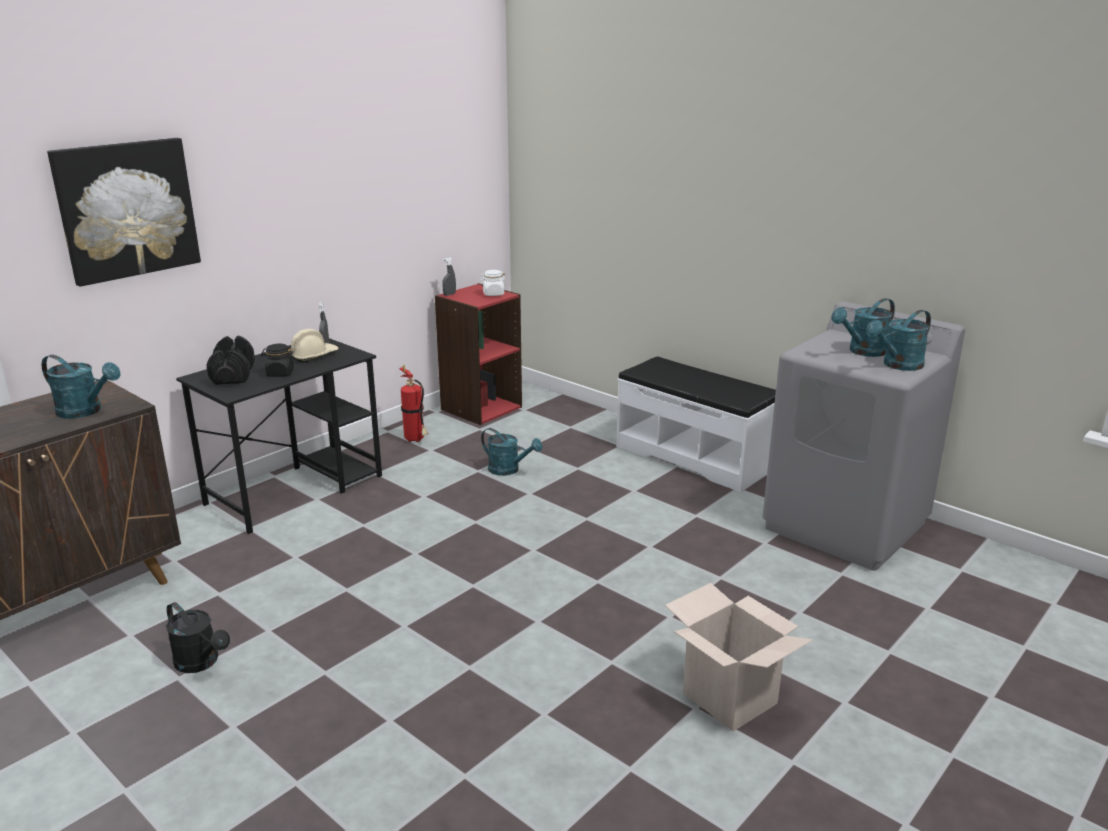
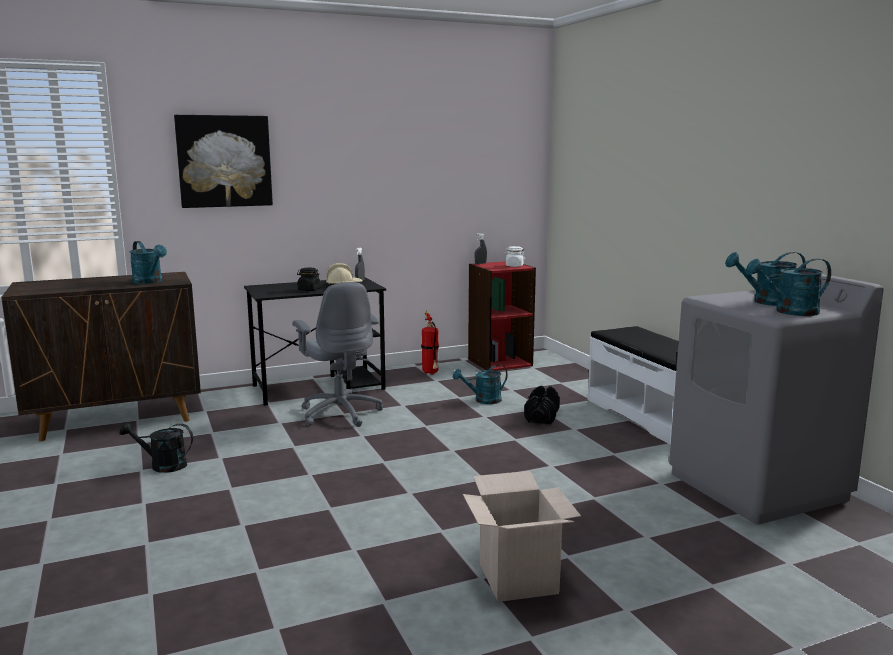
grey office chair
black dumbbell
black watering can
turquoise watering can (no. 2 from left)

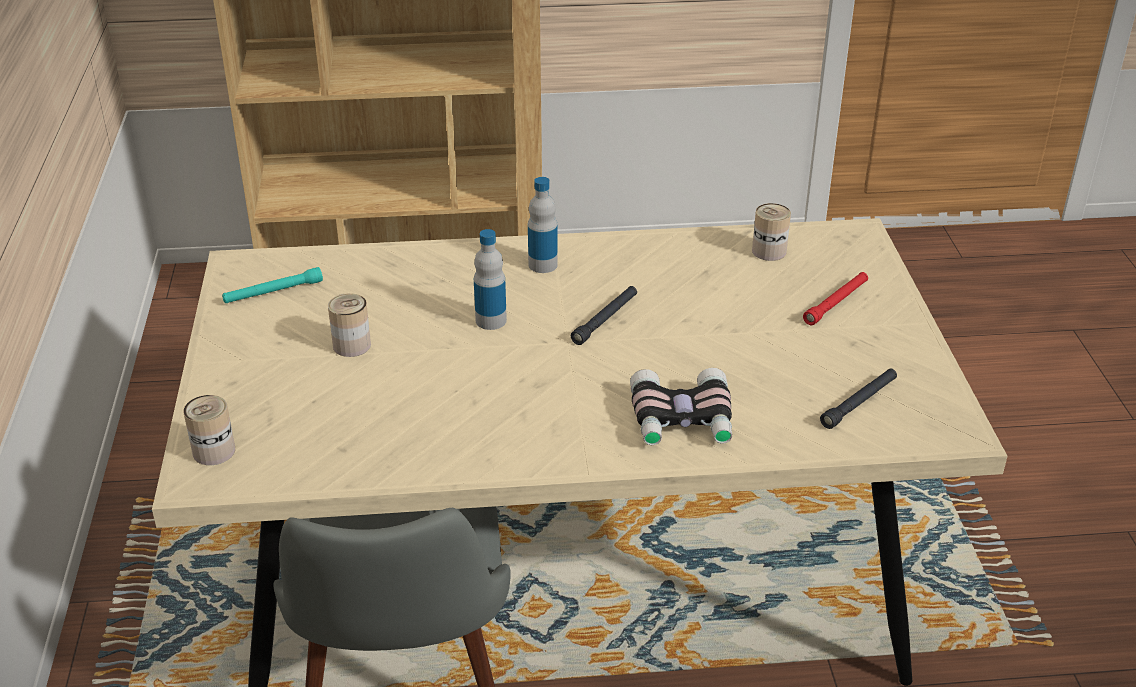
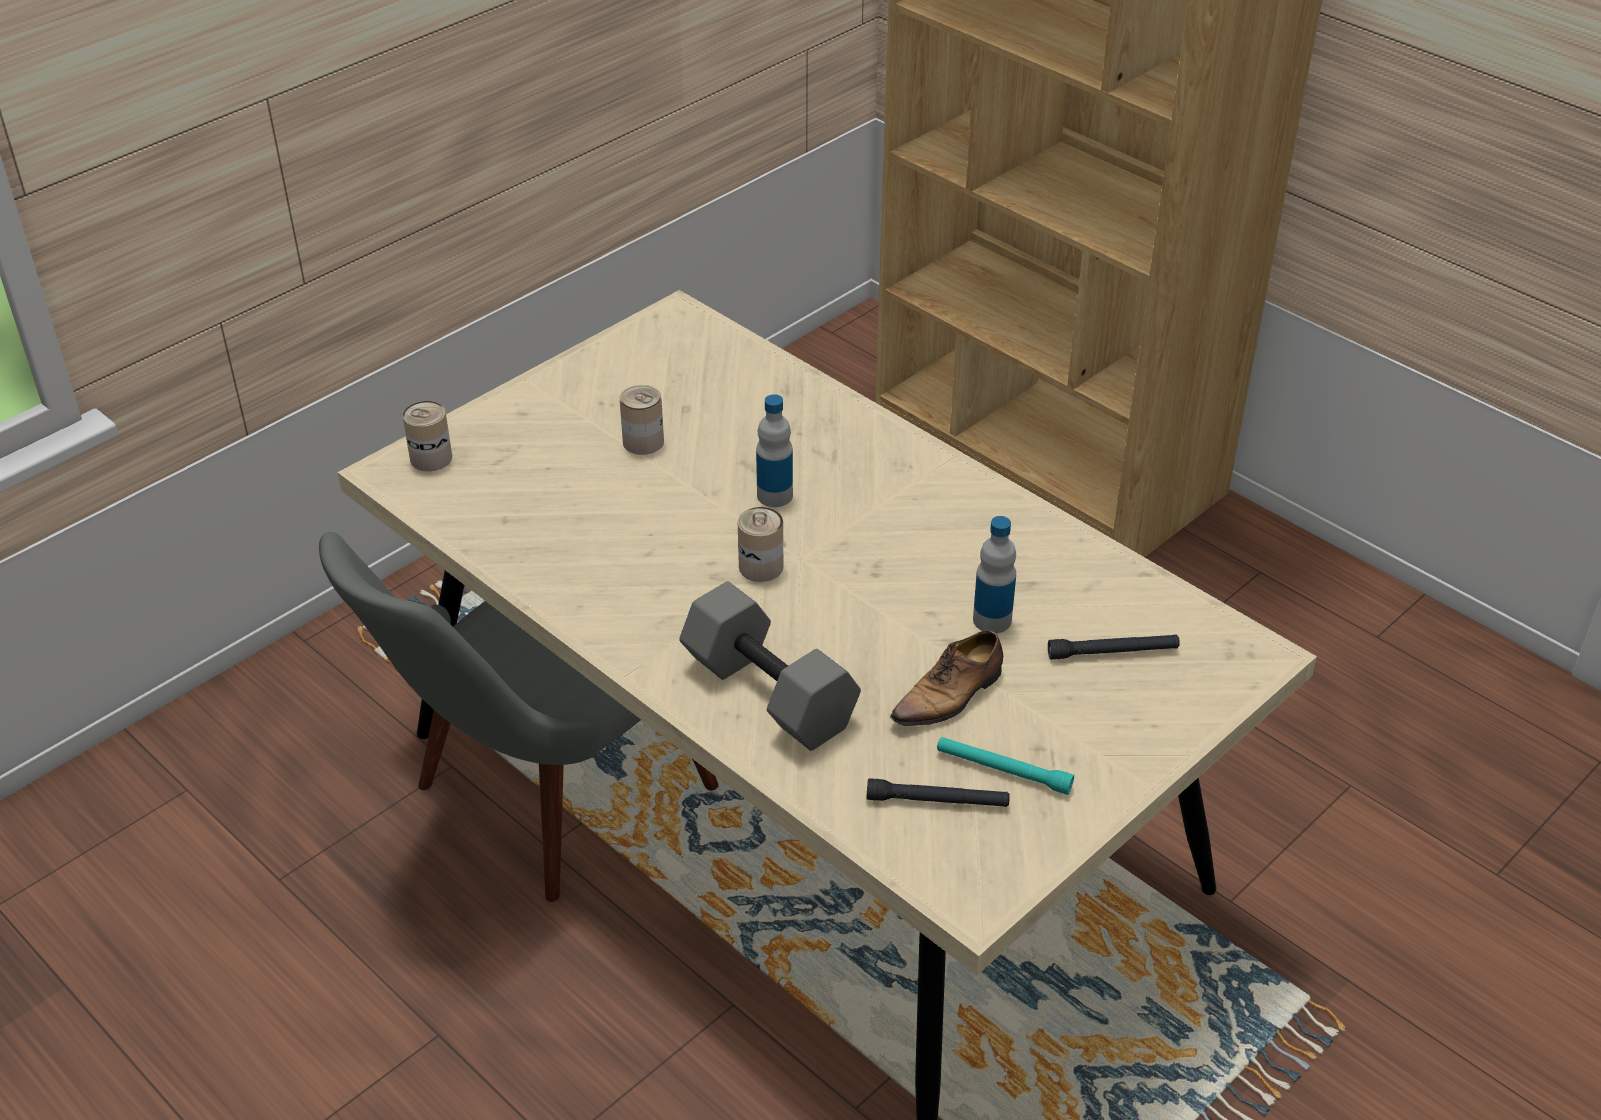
red flashlight
shoe
turquoise flashlight
bottle (no. 2 from left)
black flashlight (no. 2 from left)
can (no. 3 from left)
grey dumbbell

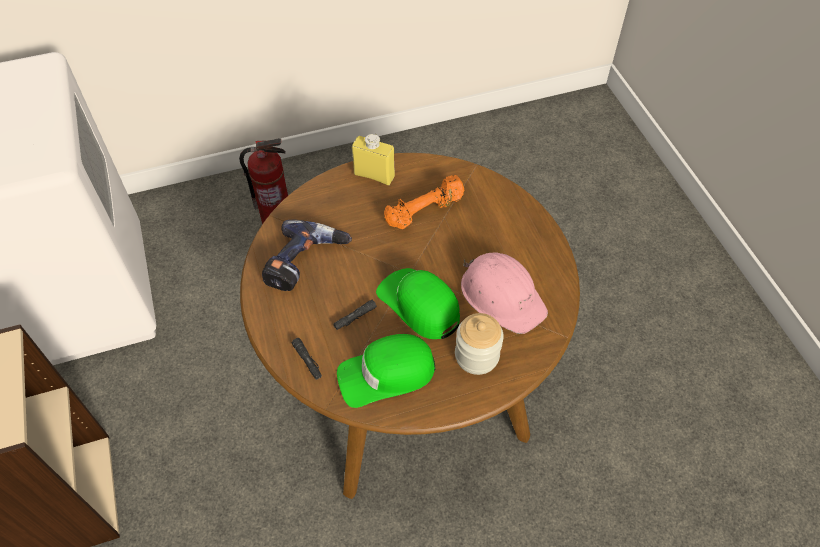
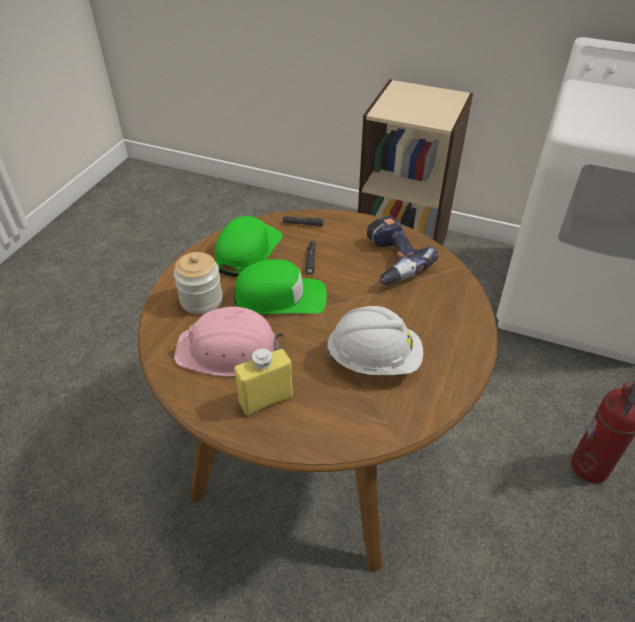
yellow bottle
white hard hat

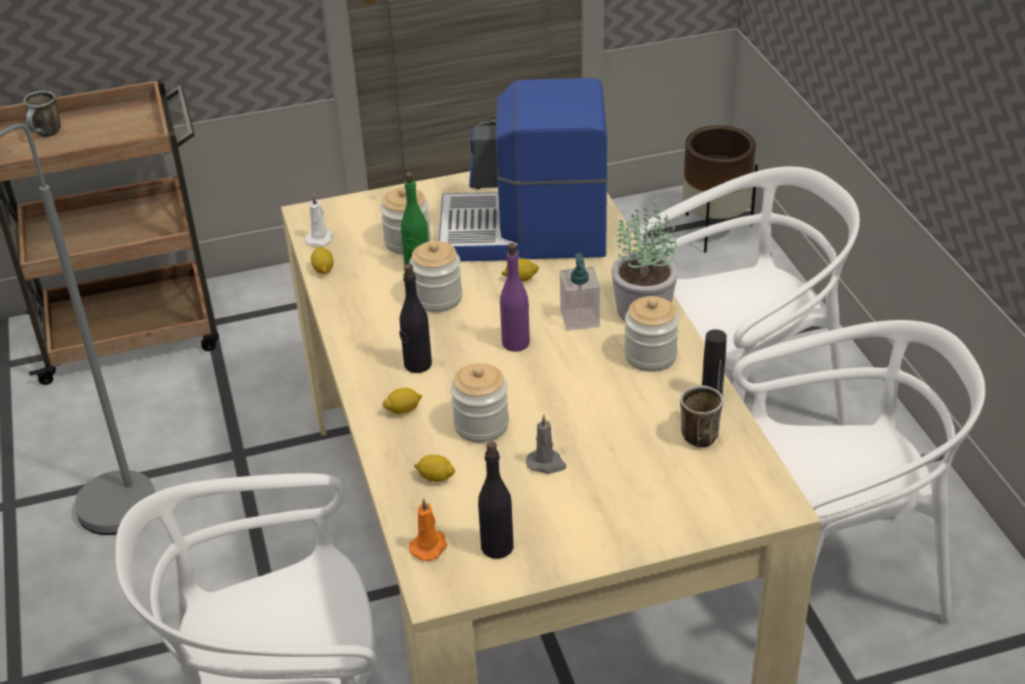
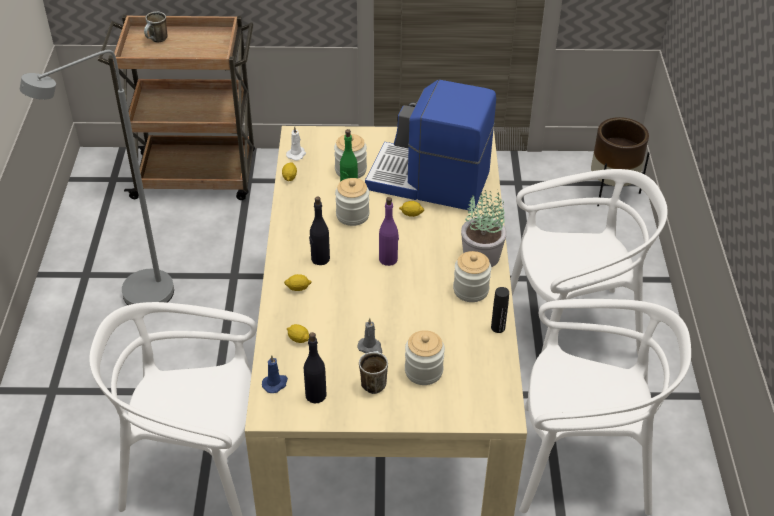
soap dispenser
jar (no. 3 from left)
mug (no. 2 from left)
blue candle

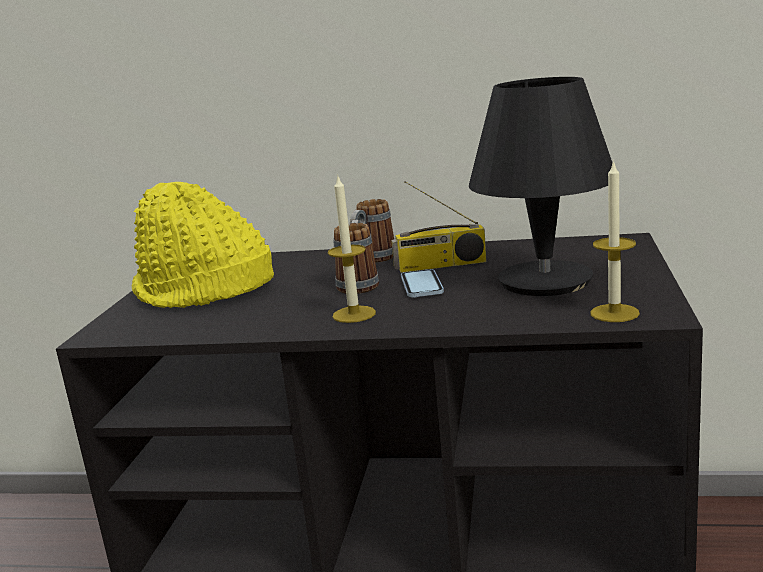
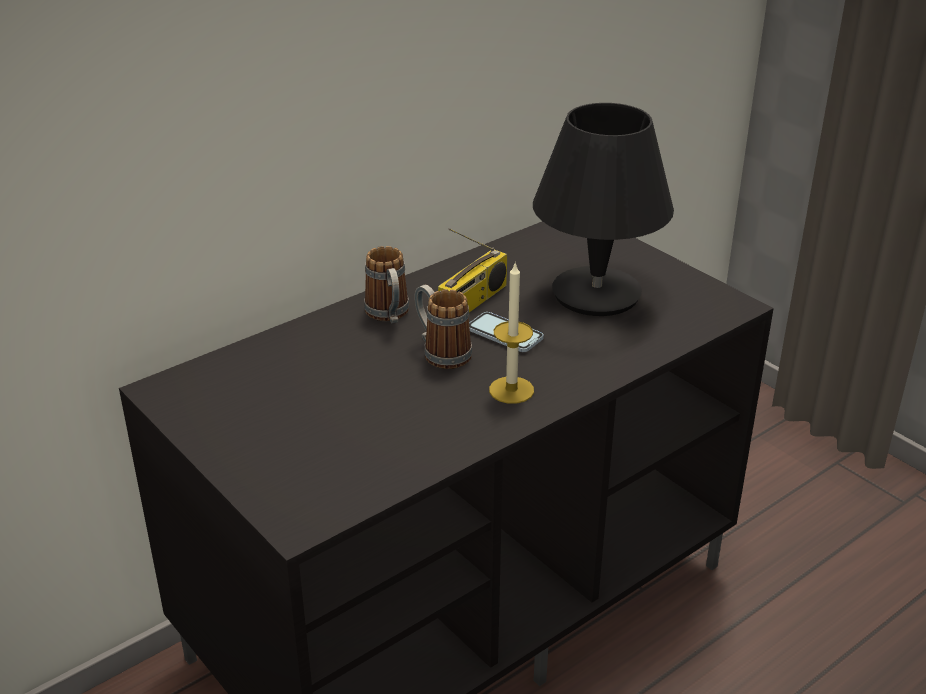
yellow hat
candle (no. 2 from left in the first image)

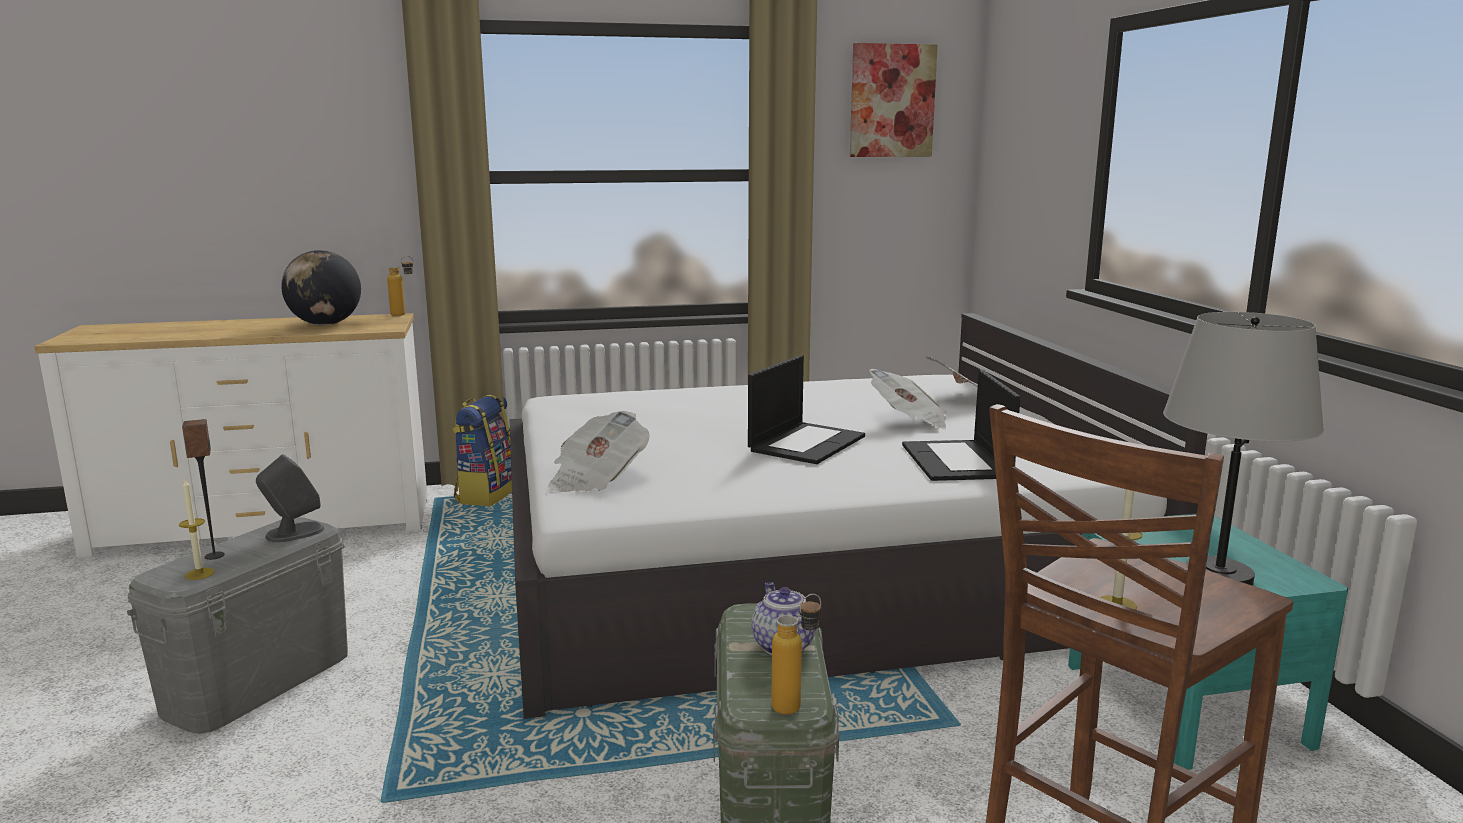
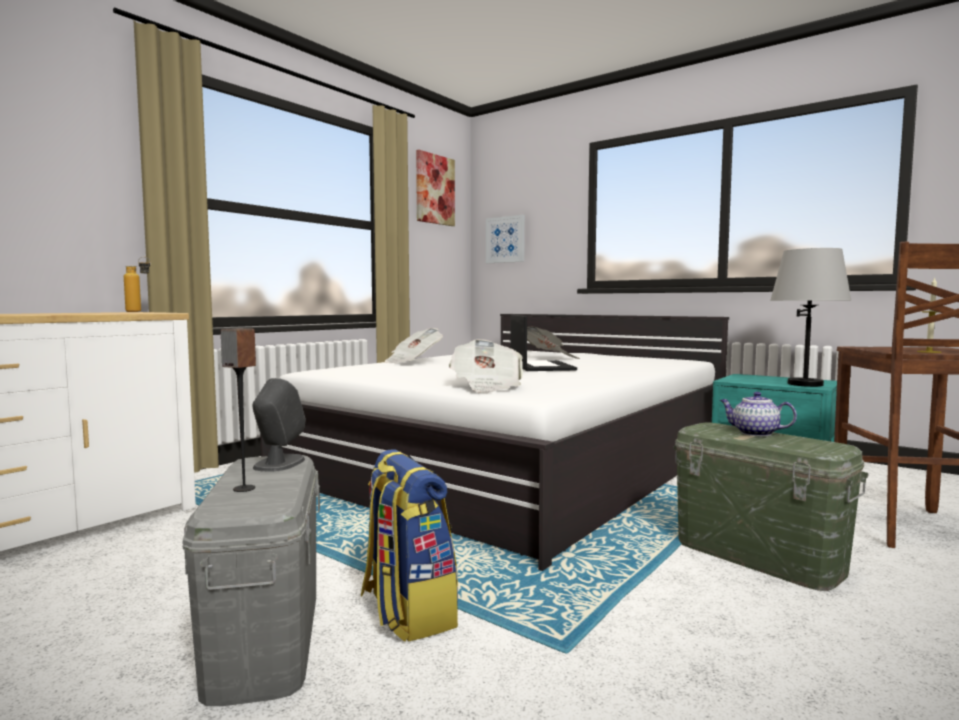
candle (no. 1 from left in the first image)
globe
bottle (no. 2 from left in the first image)
laptop (no. 2 from left in the first image)
newspaper (no. 1 from left)
picture (no. 2 from left)
backpack

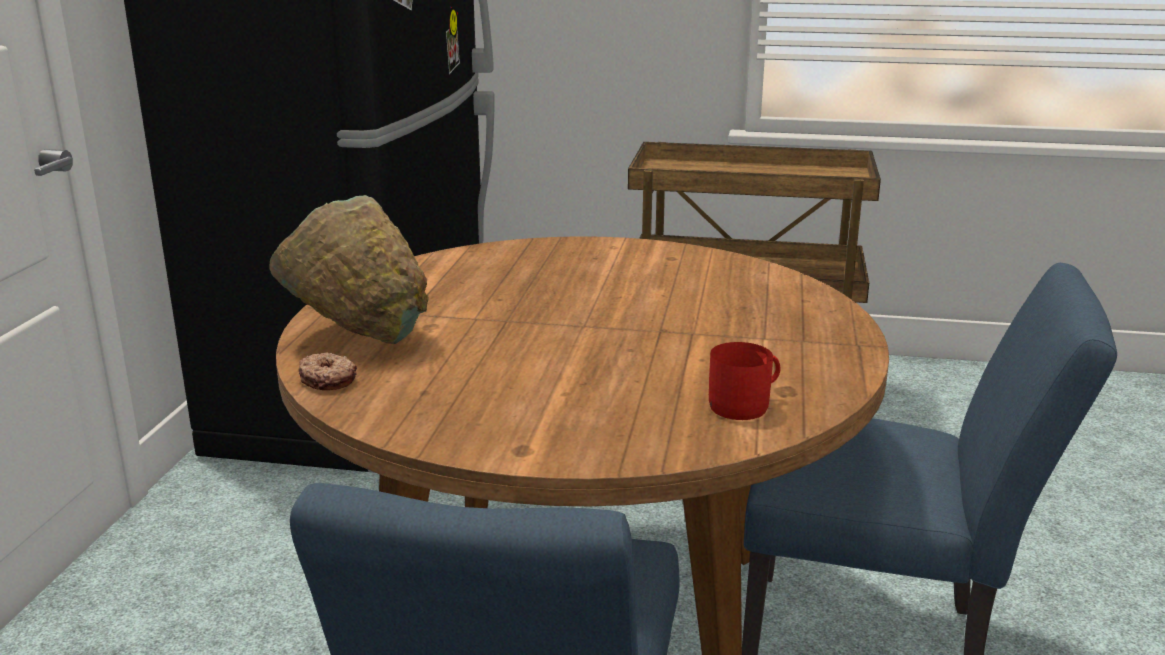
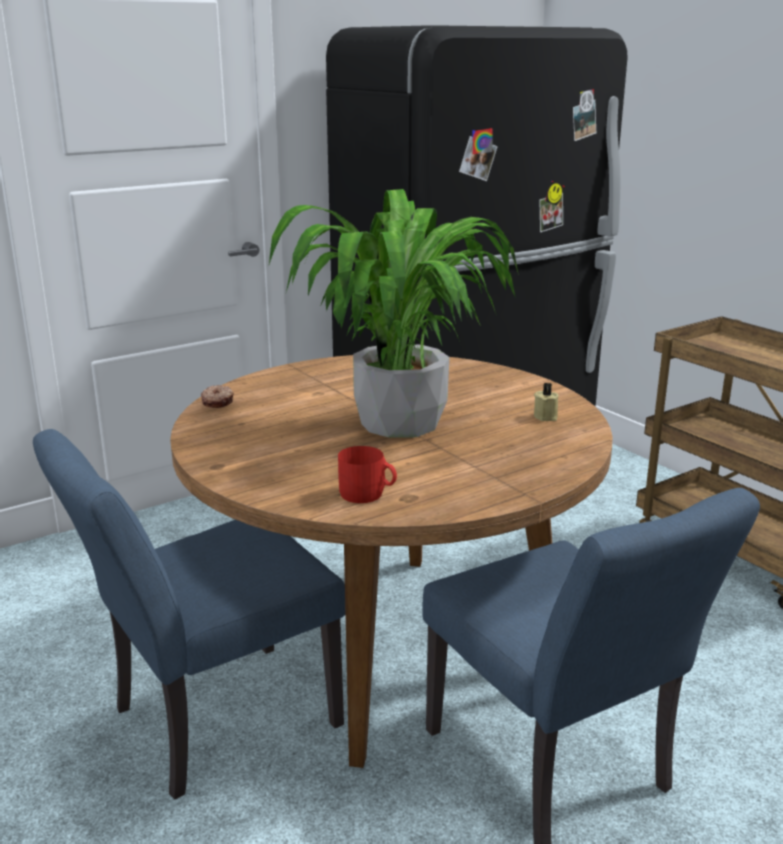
green bowl
potted plant
beige candle

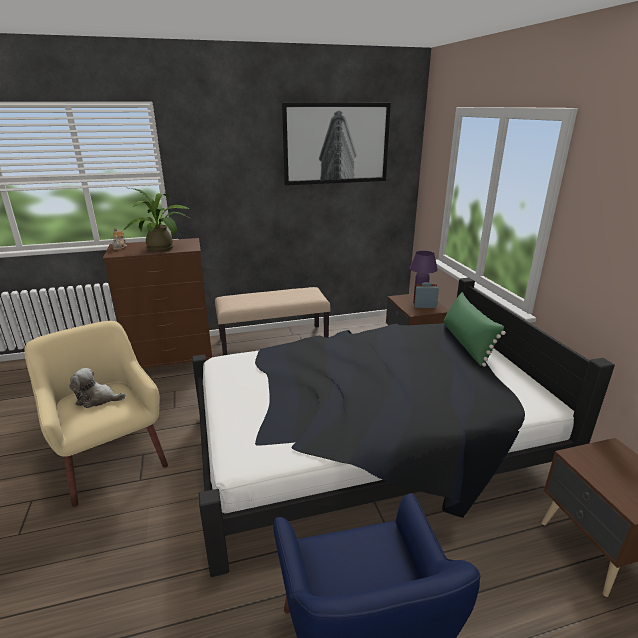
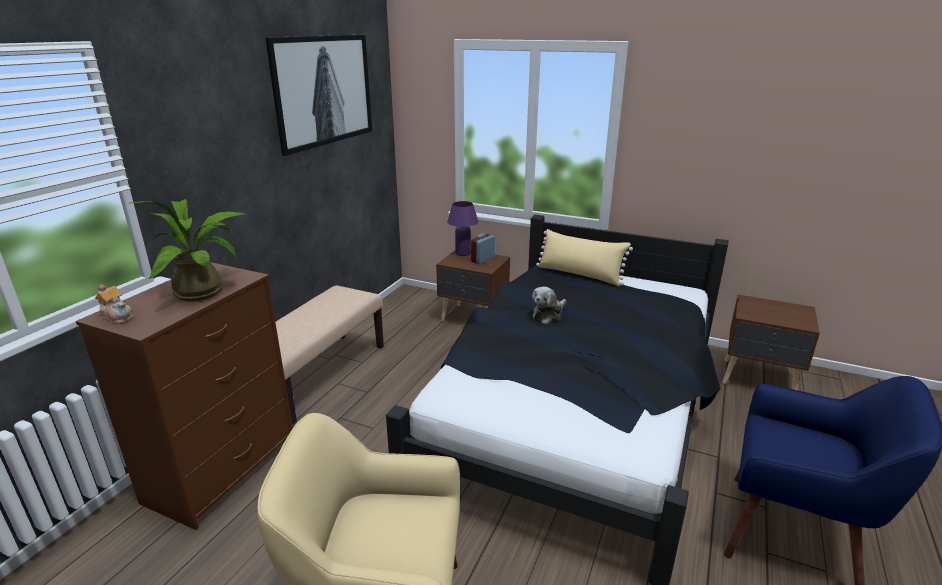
plush toy
beige pillow

